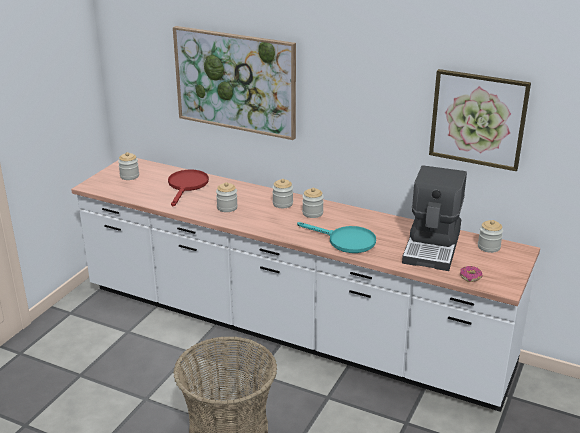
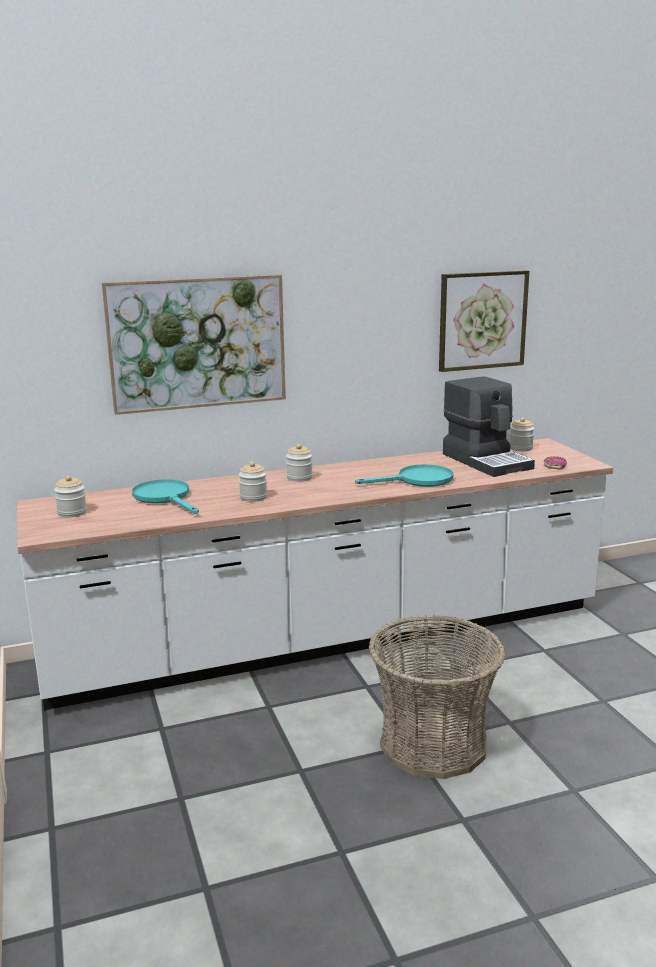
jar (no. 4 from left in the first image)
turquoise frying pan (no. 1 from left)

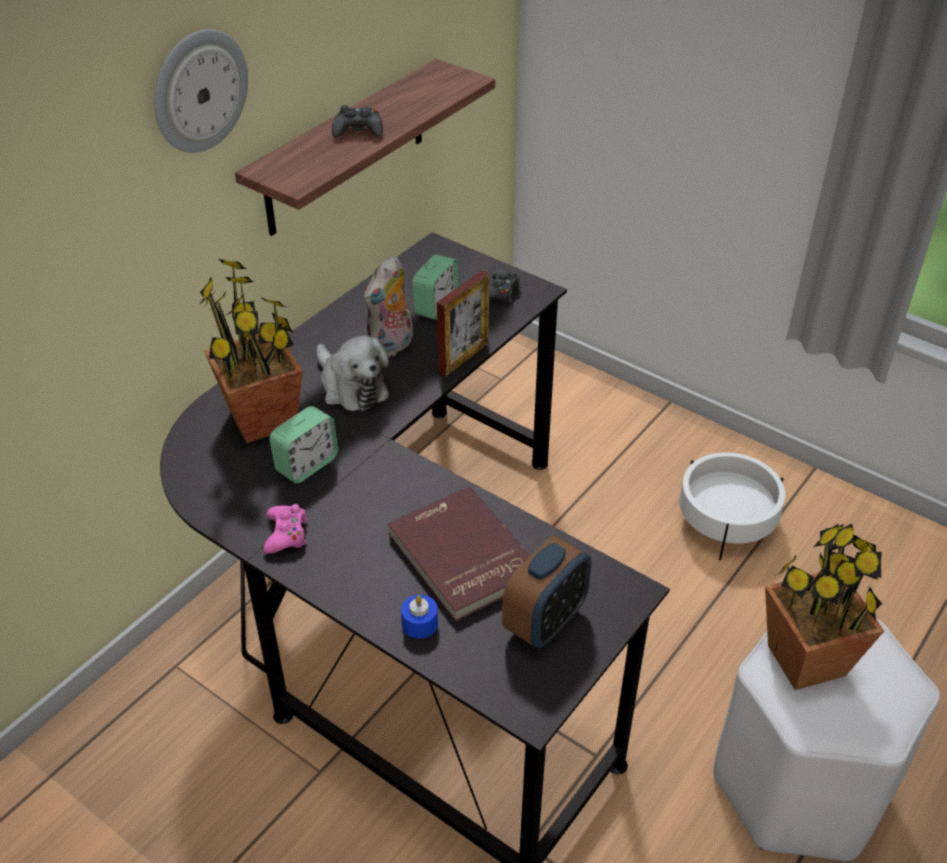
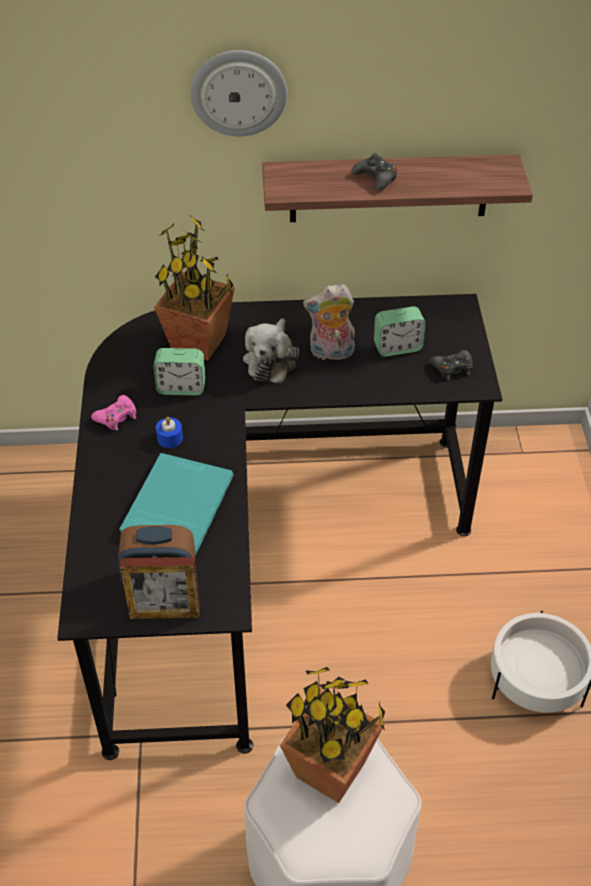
blue candle
picture frame
turquoise book

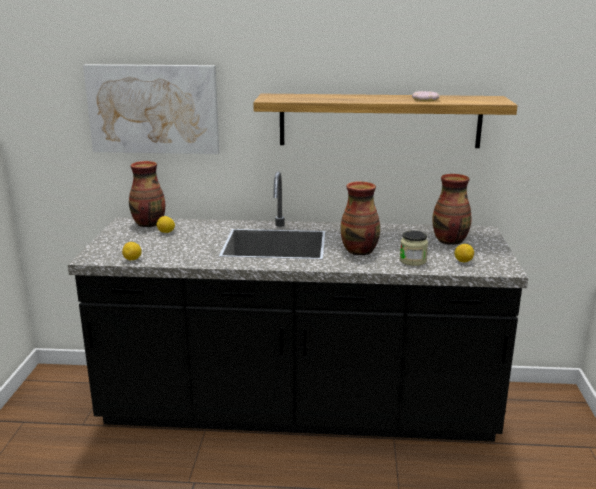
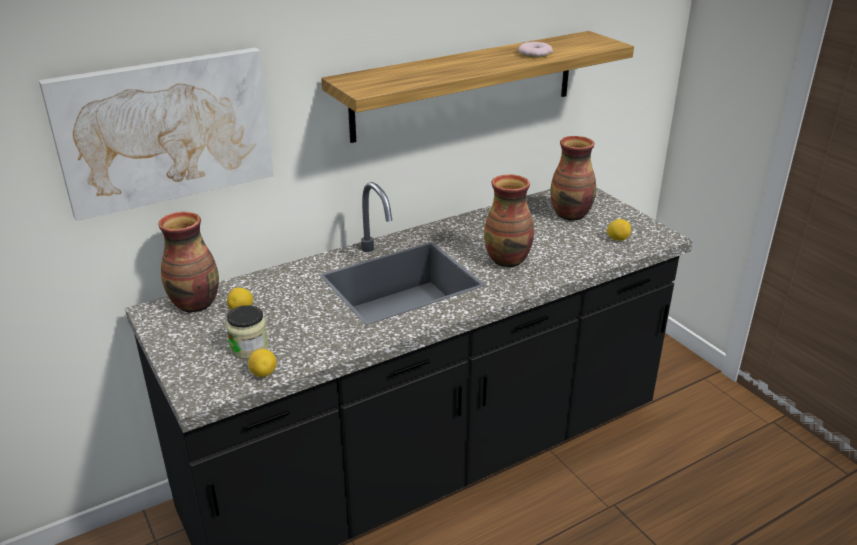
jar

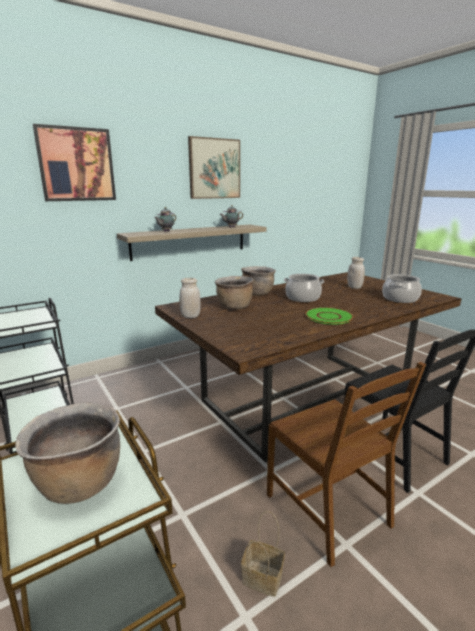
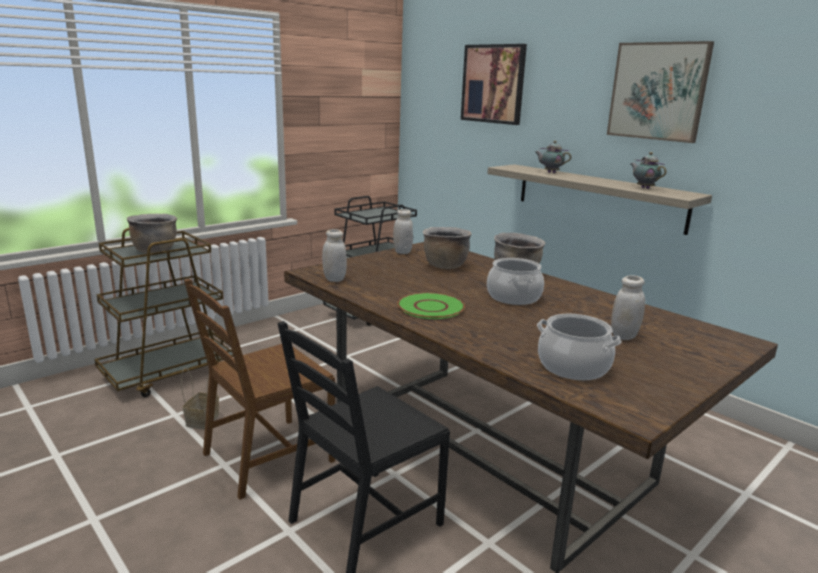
white jar (no. 1 from left)

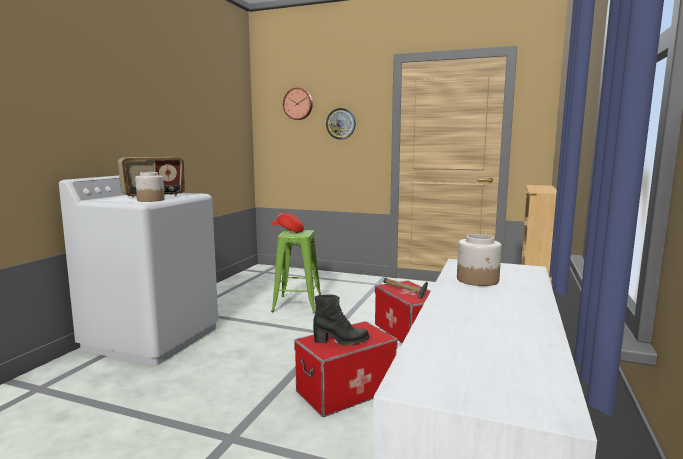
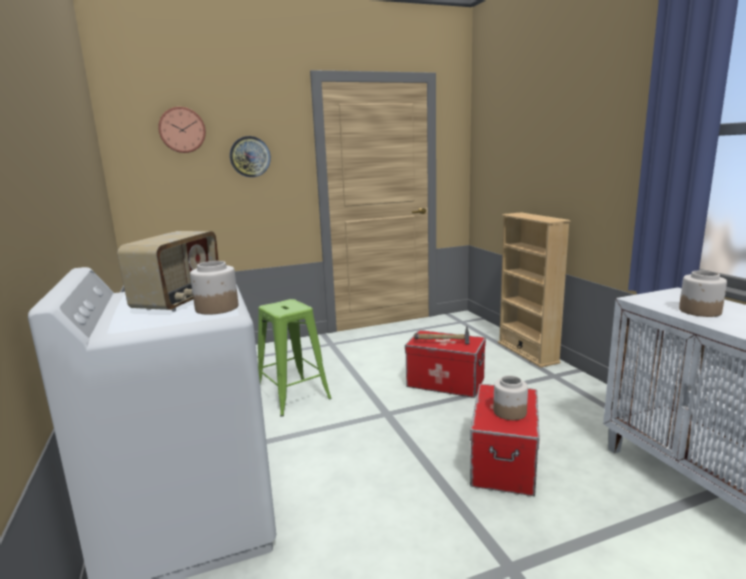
red cap
jar (no. 2 from left)

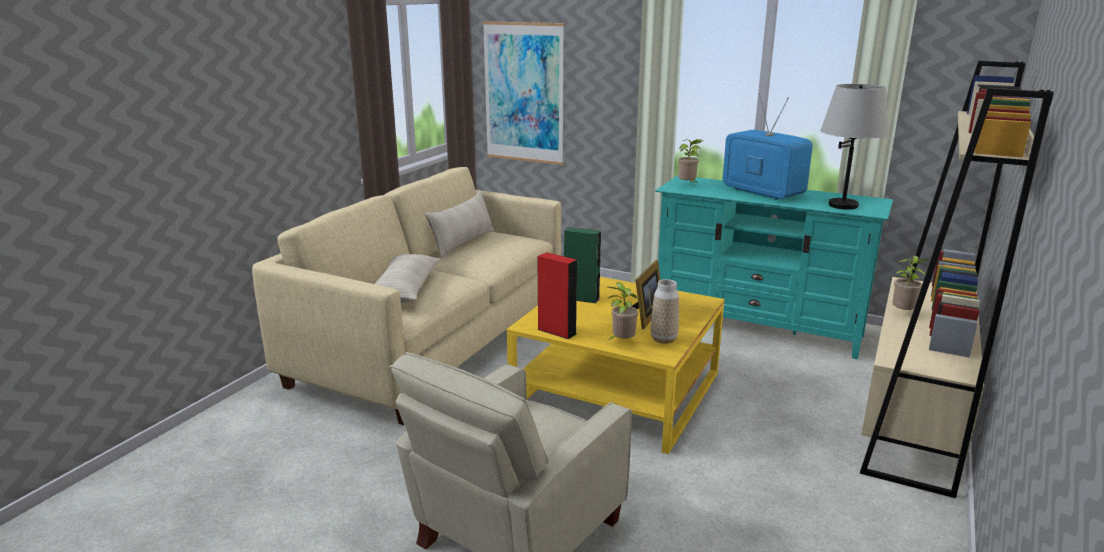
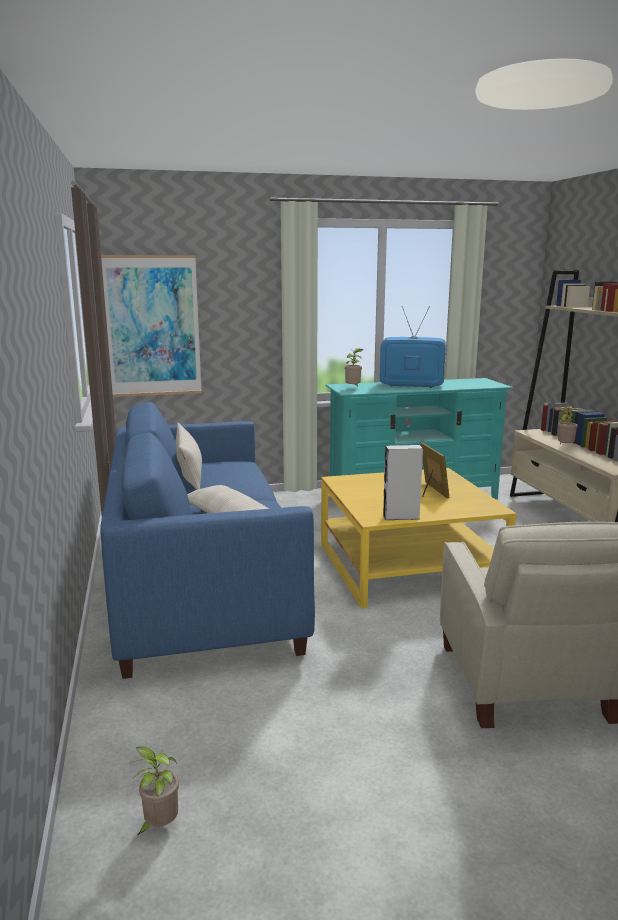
green speaker
vase
grey table lamp
potted plant (no. 1 from left)
blue sofa
grey speaker

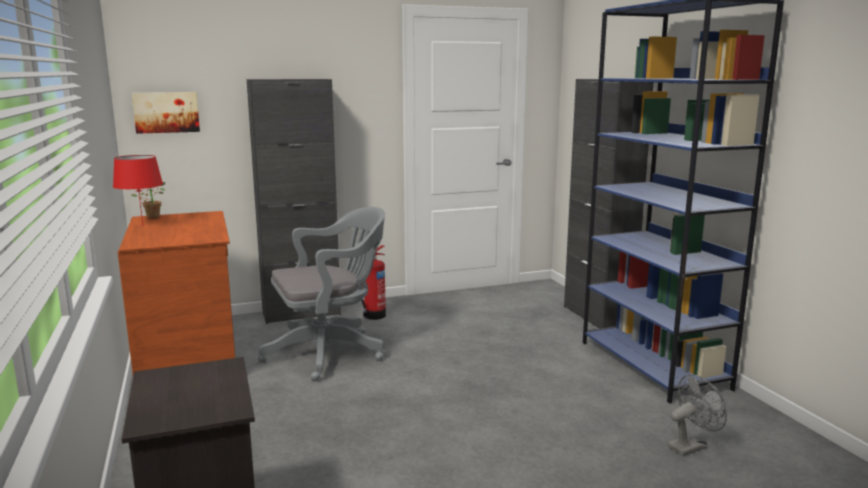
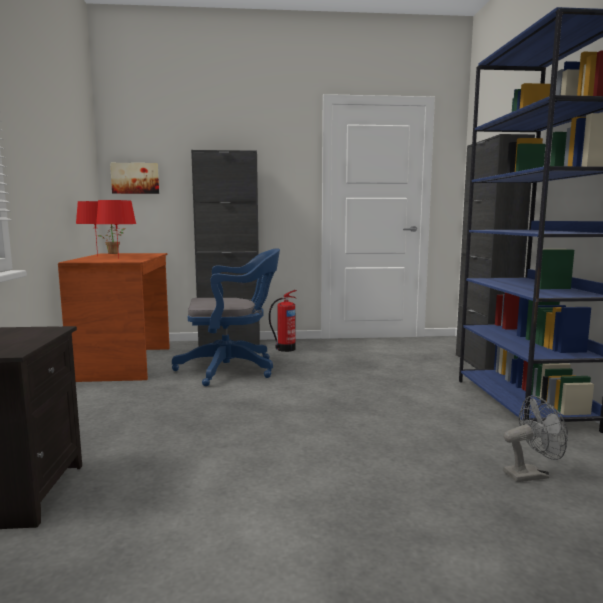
red table lamp (no. 2 from left)
blue office chair

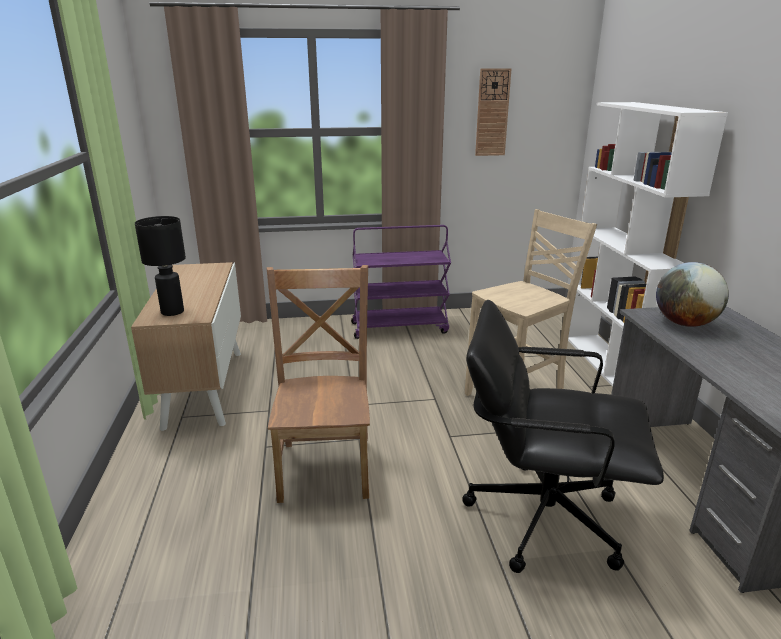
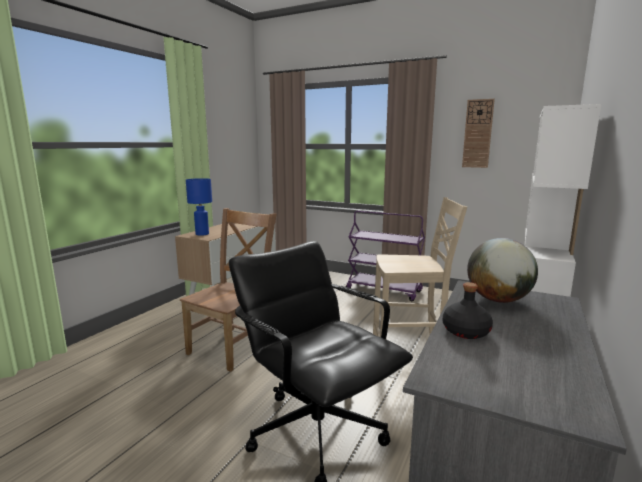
black bottle
blue table lamp

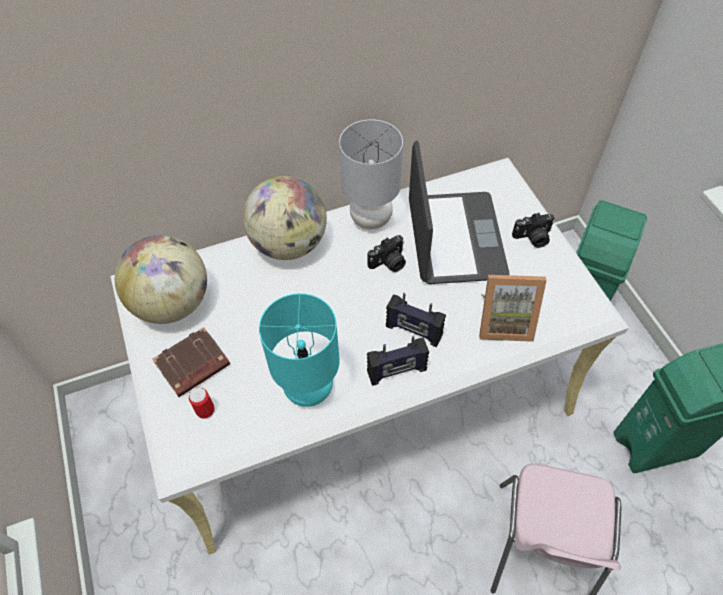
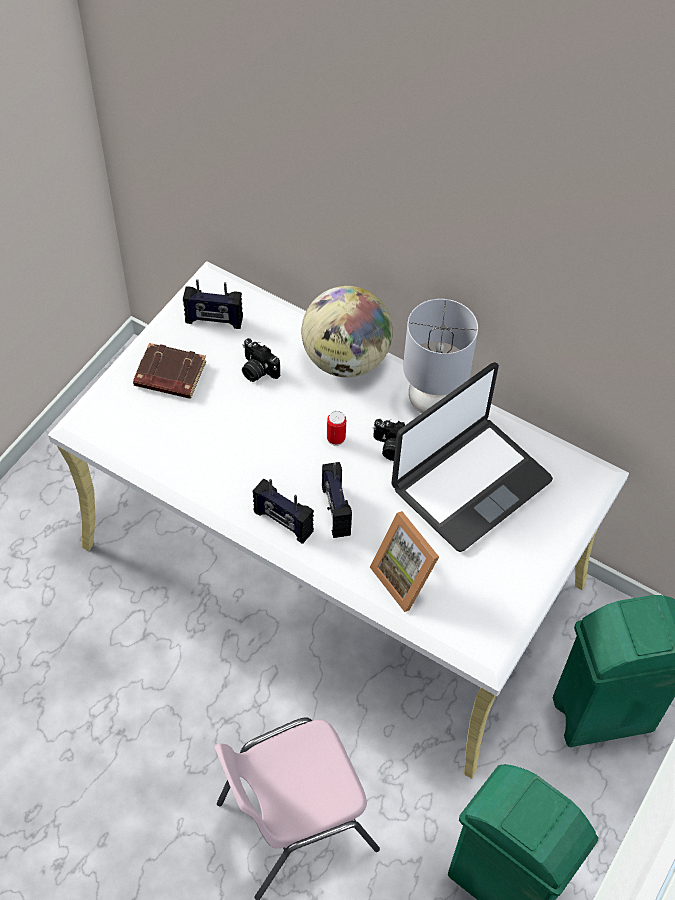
turquoise table lamp
can
photo camera (no. 1 from left)
radio (no. 1 from left)

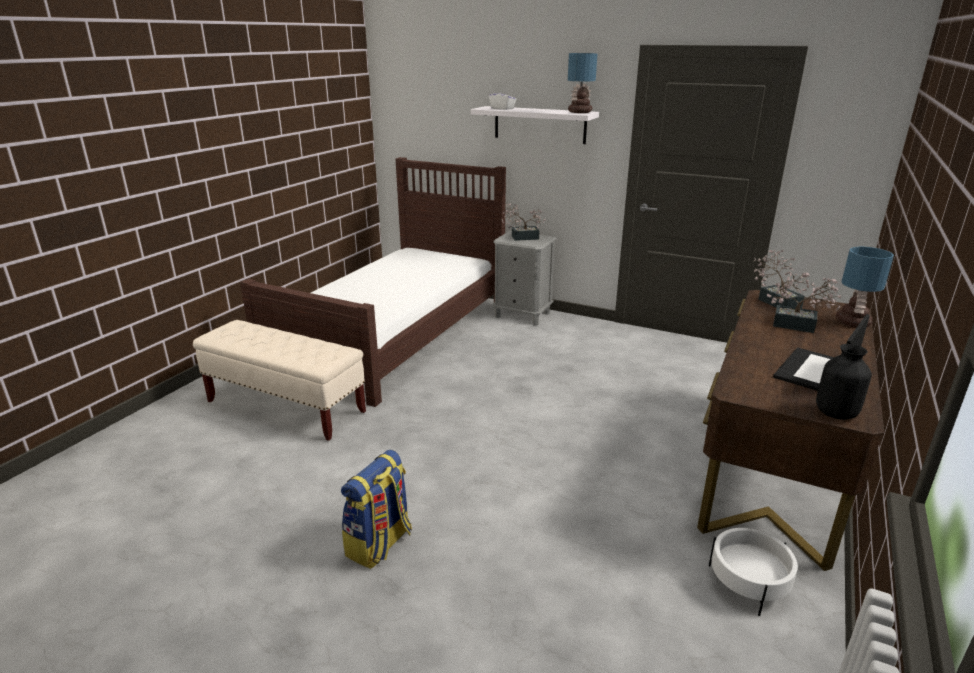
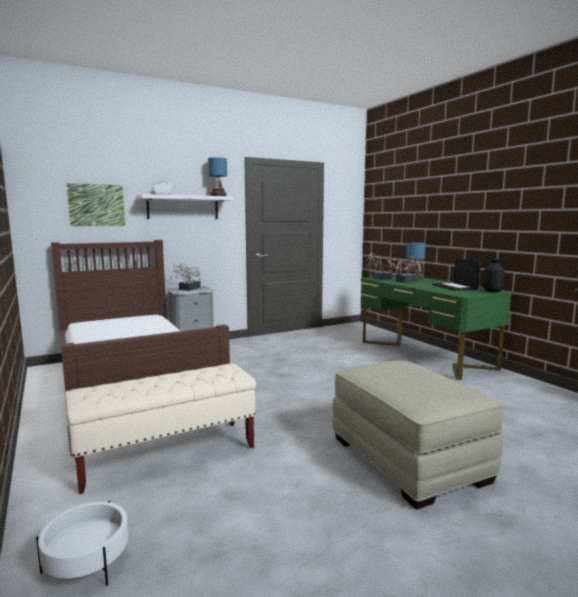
picture
white planter
beige ottoman
green desk

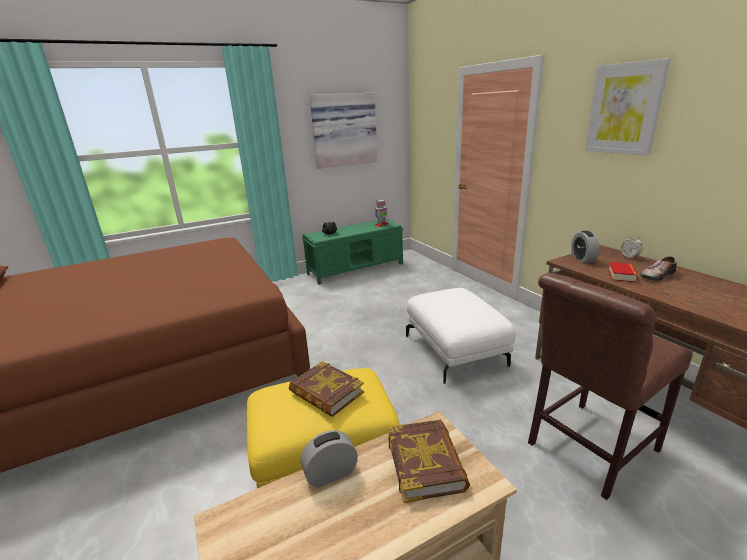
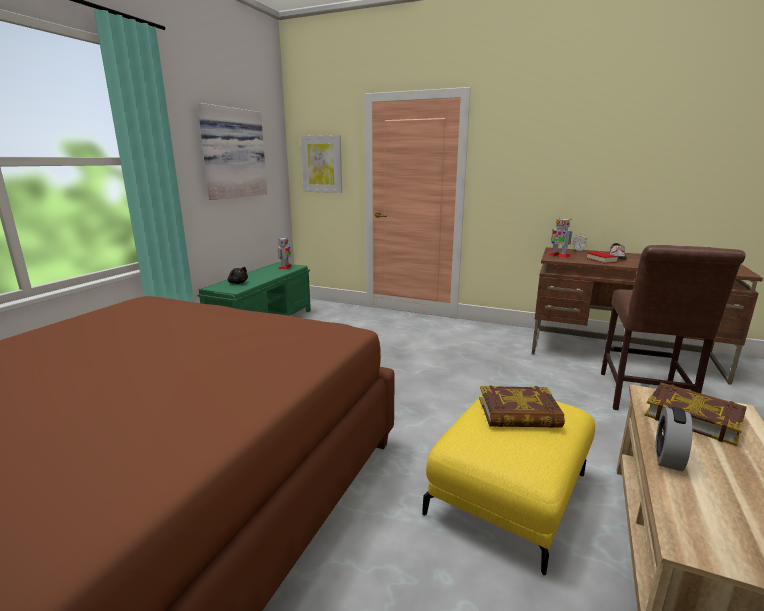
white ottoman
picture (no. 2 from left)
toy robot (no. 2 from left)

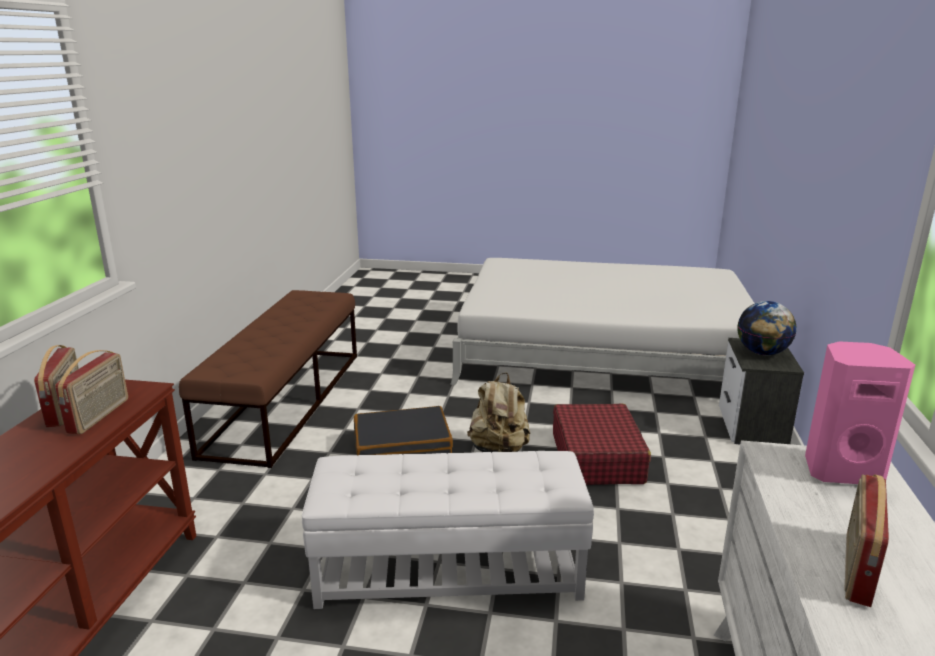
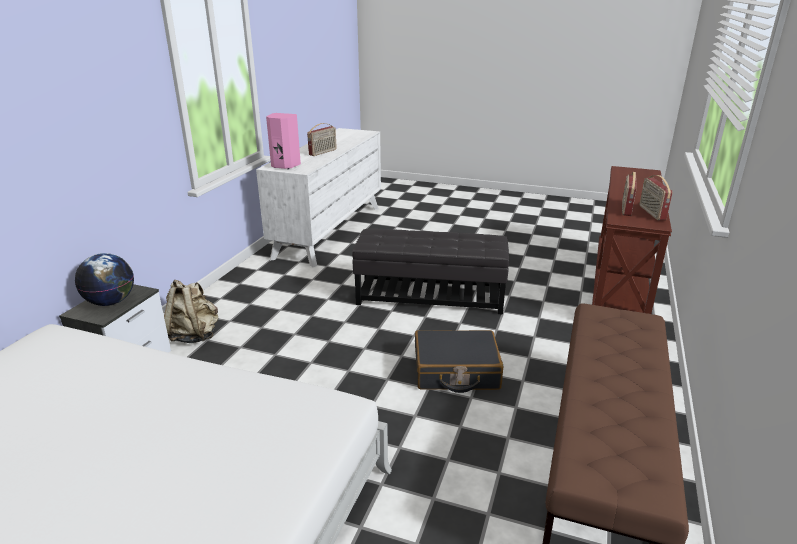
red suitcase
beige backpack
black ottoman

